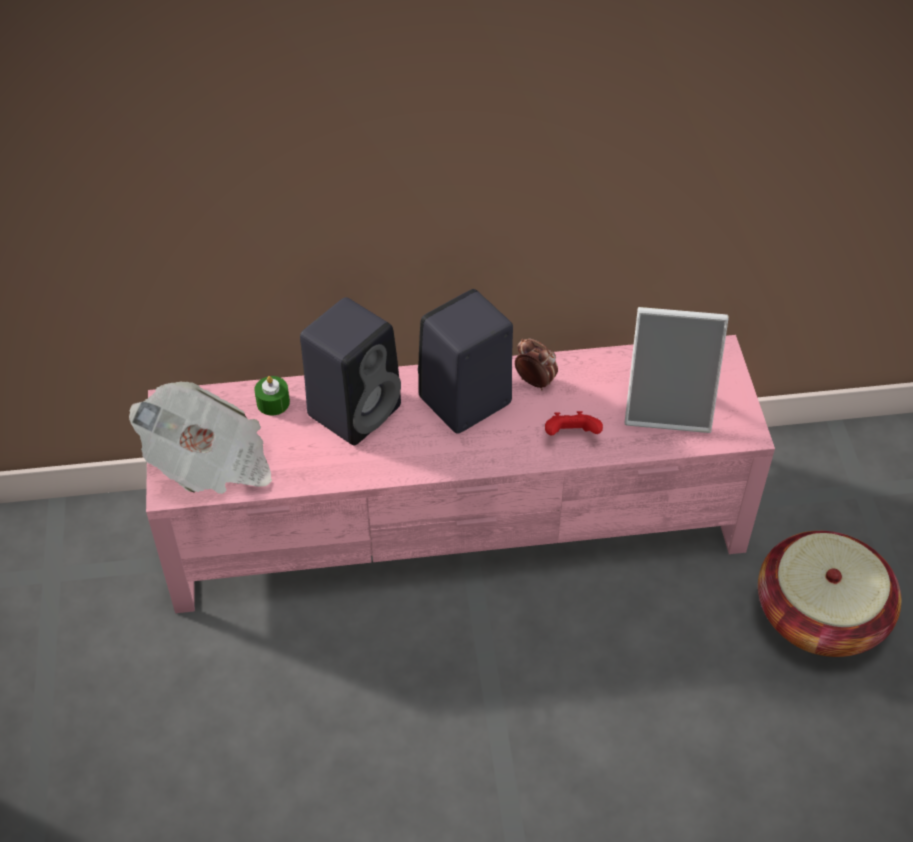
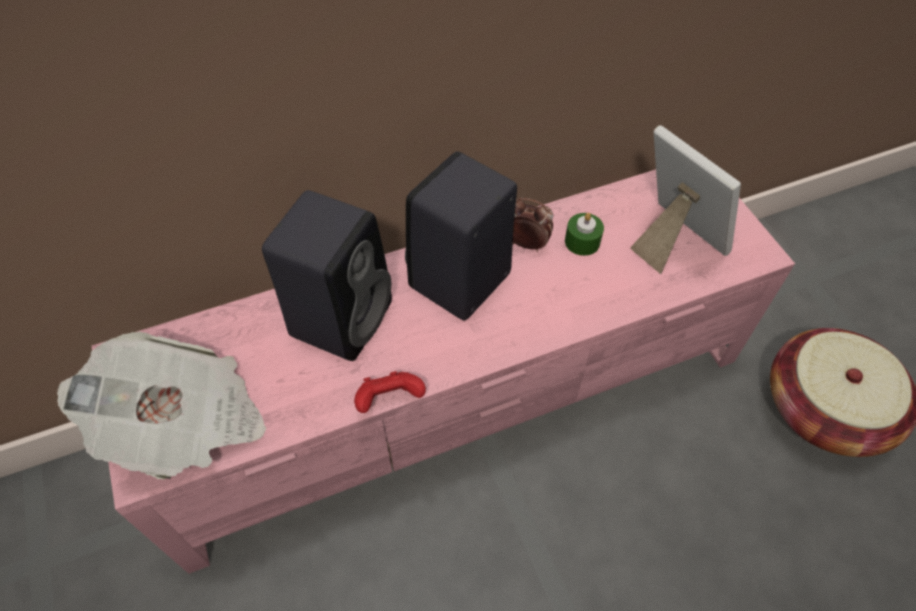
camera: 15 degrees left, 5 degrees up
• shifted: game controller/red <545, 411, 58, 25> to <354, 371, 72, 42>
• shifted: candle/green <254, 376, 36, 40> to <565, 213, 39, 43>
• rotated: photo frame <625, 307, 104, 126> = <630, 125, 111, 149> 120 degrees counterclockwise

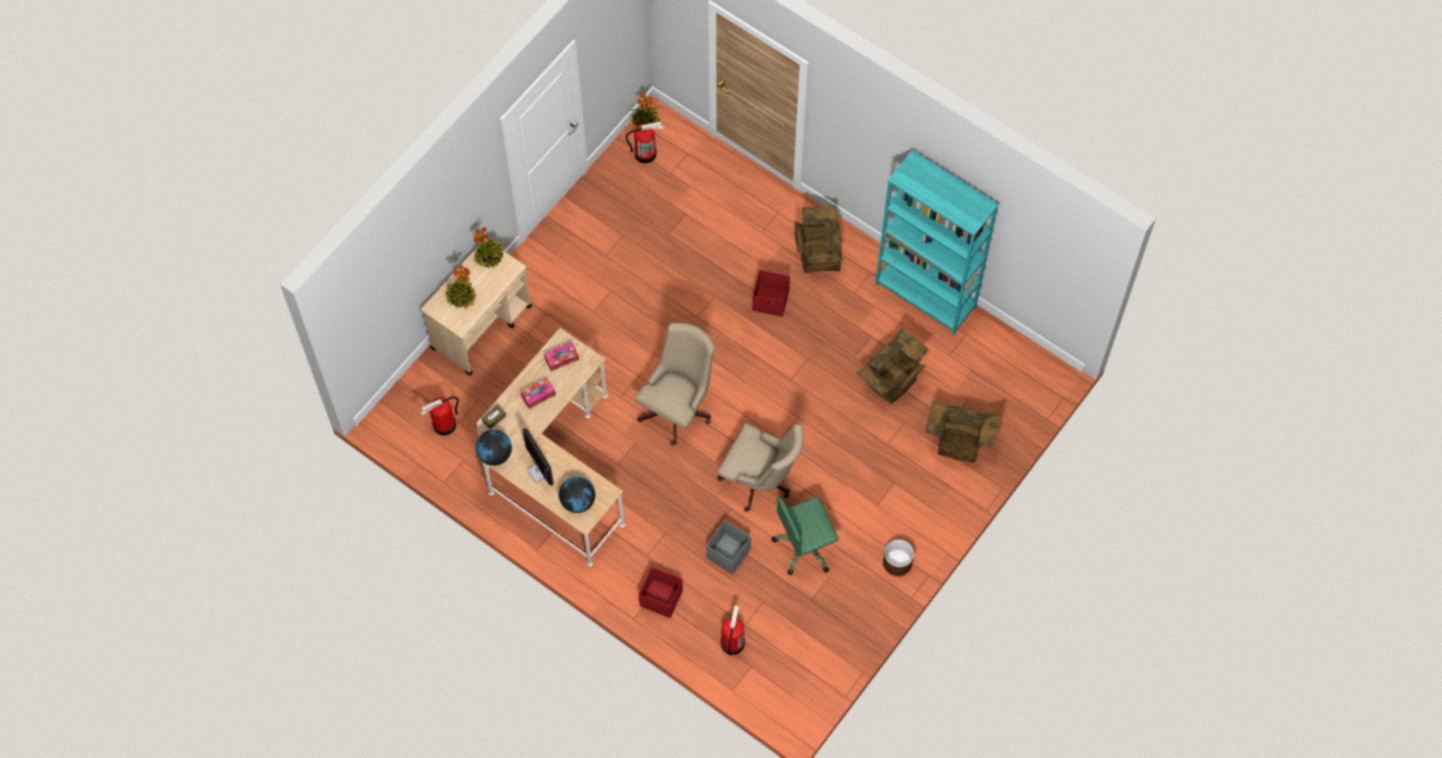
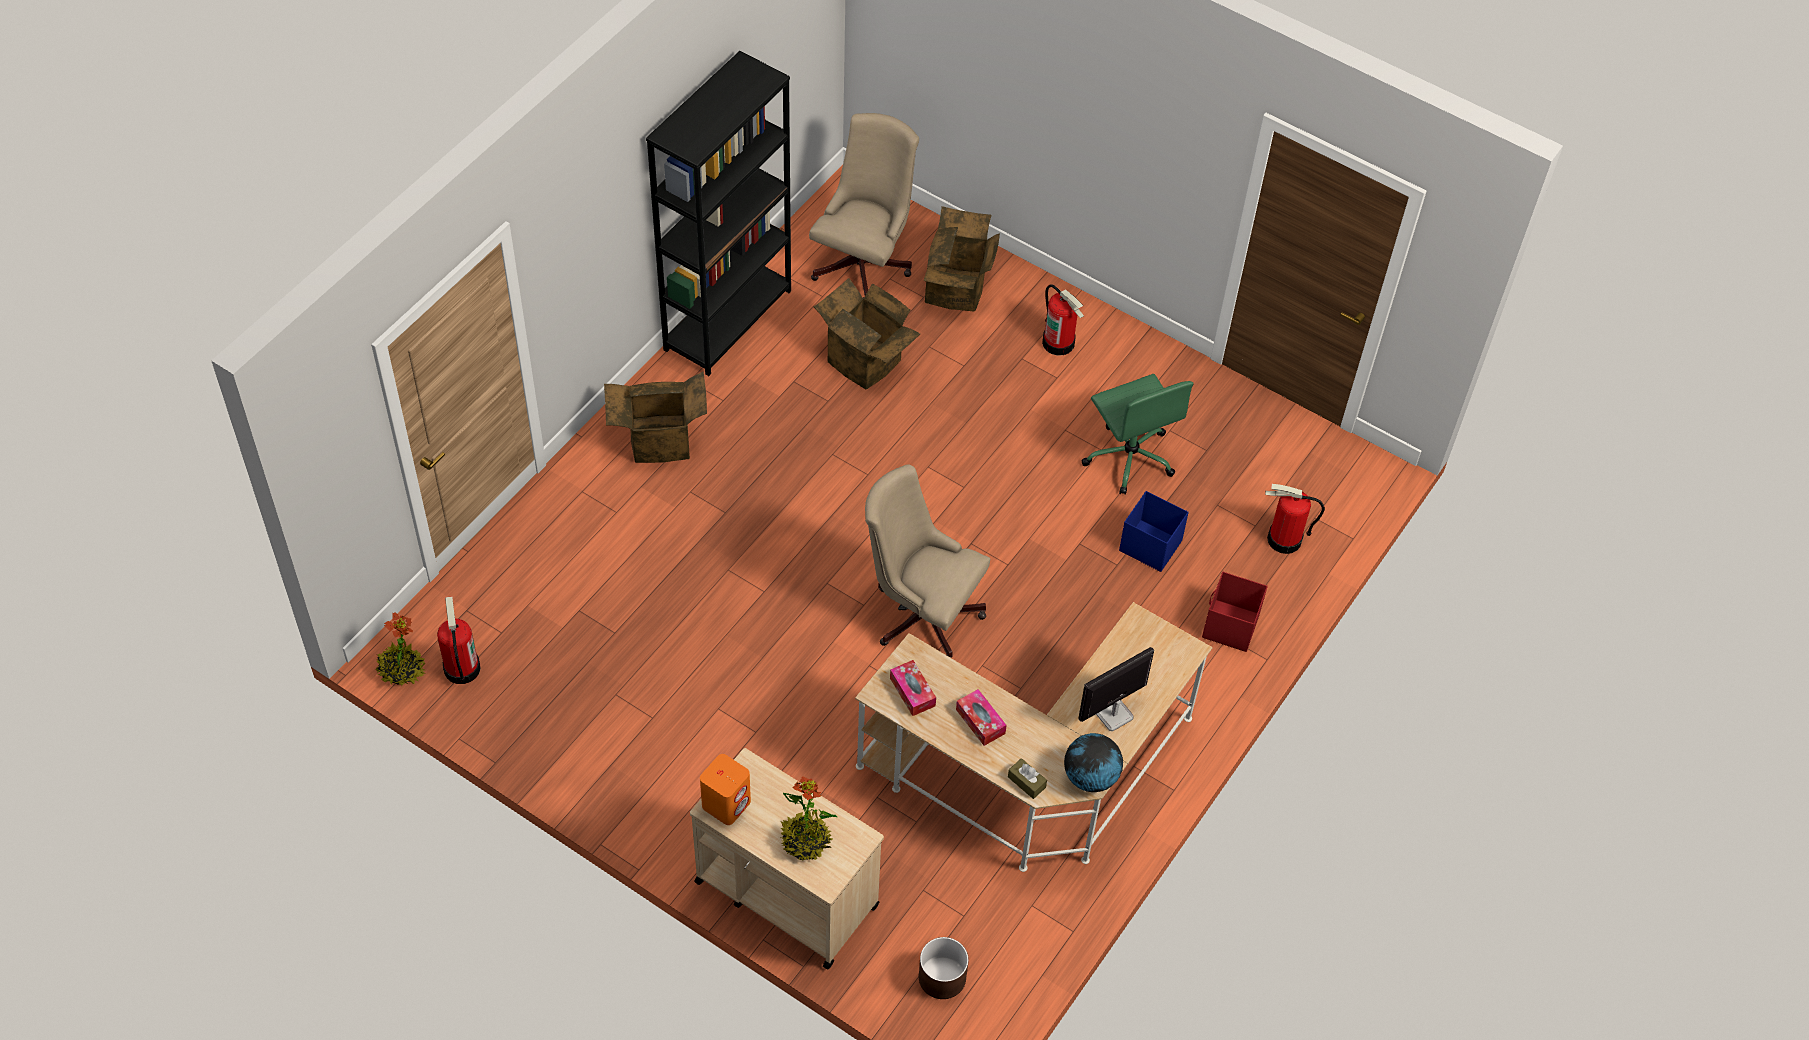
camera: 95 degrees left, 10 degrees down
• repainted: bookcase/turquoise-coloured <875, 150, 124, 185> to bookcase/black <646, 51, 145, 325>
• swapped: houseplant <473, 227, 31, 42> to audio speaker/orange-coloured <700, 754, 51, 71>
• shifted: computer chair/beige-coloured <717, 423, 87, 89> to <809, 113, 110, 186>
• shifted: planter/brown-coloured <883, 540, 31, 36> to <919, 937, 50, 62>
• shifted: fire-fighting cylinder <420, 396, 39, 39> to <1042, 284, 42, 72>
• repainted: storage bin/gray <706, 520, 45, 54> to storage bin/blue-coloured <1119, 491, 70, 81>
• gone: globe <559, 477, 36, 36>
• gone: storage bin/red <752, 270, 38, 47>

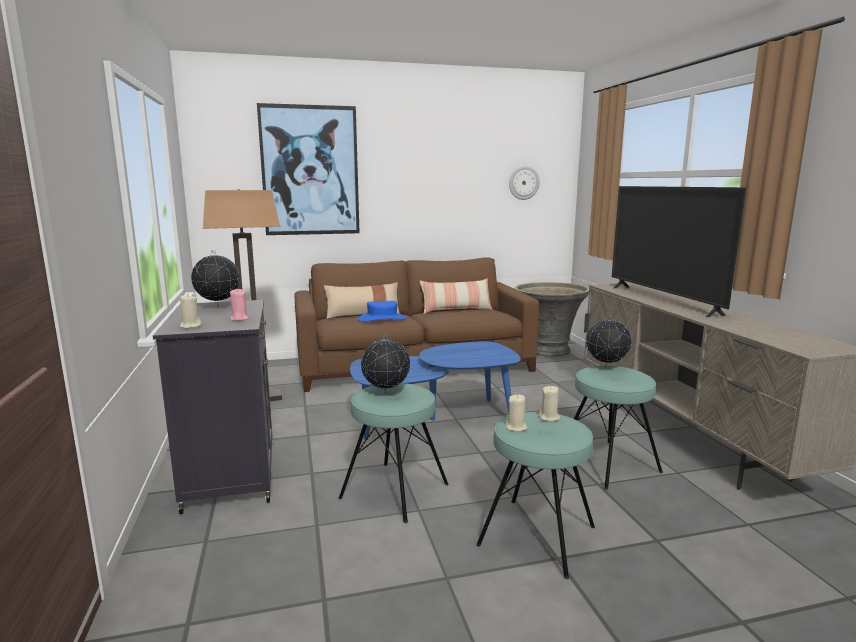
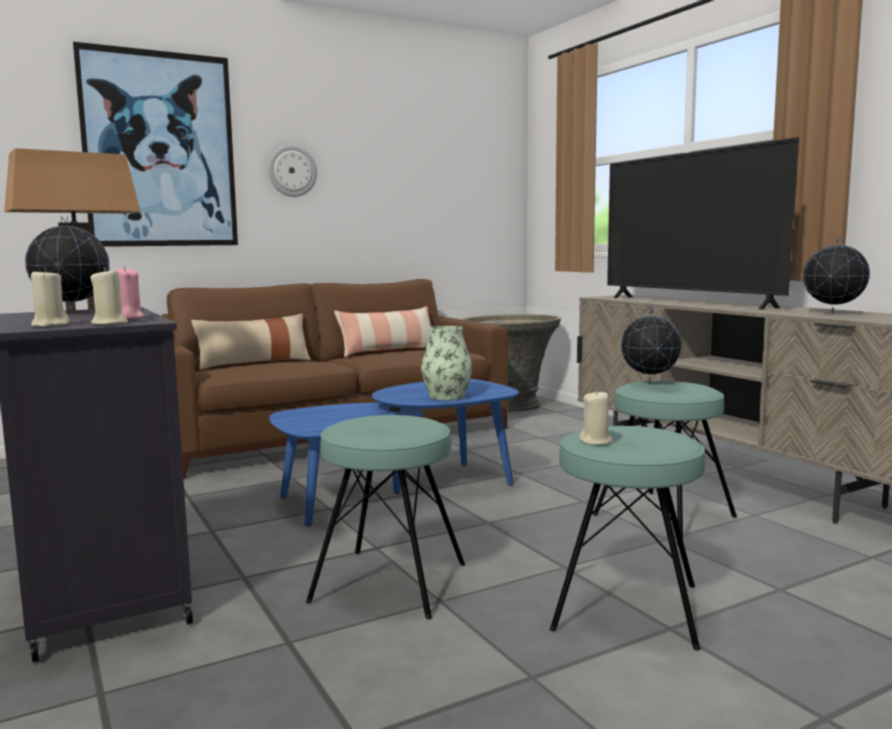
camera: 15 degrees left, 5 degrees down
• shifted: candle/beige-coloured <539, 386, 21, 35> to <90, 267, 38, 57>
• shifted: wall clock <509, 166, 31, 34> to <268, 145, 49, 52>
• new: flower vase <421, 326, 51, 74>
• shifted: globe <361, 334, 49, 60> to <803, 237, 67, 76>
• gone: hat/blue-coloured <358, 301, 48, 21>

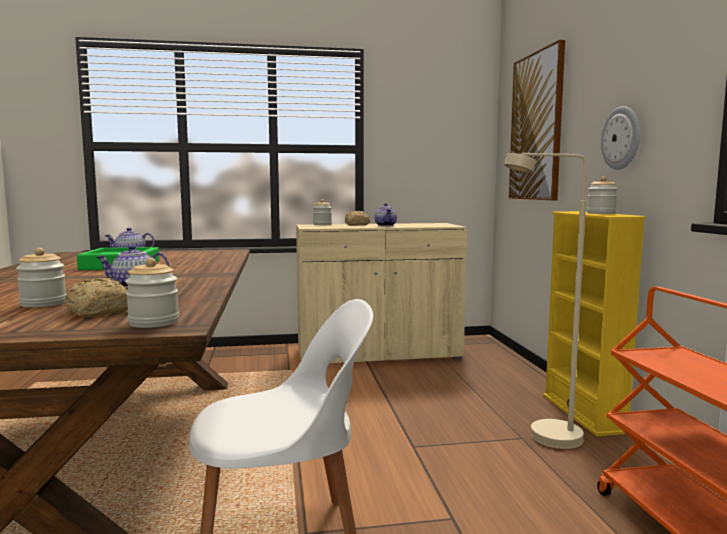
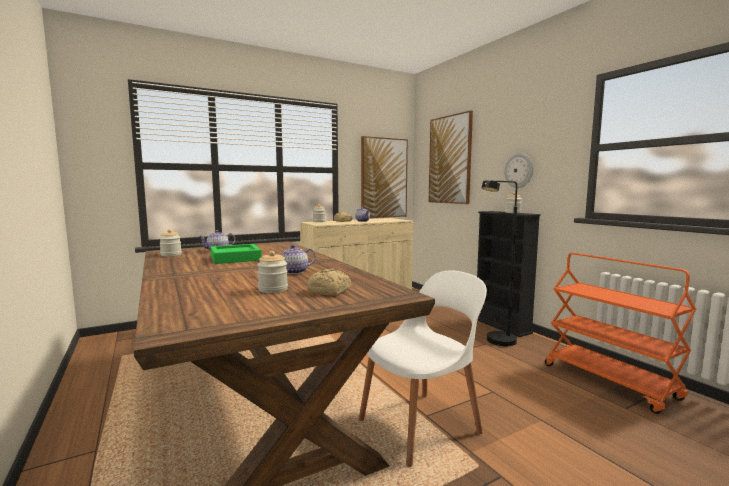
camera: 20 degrees left, 0 degrees up
• shifted: storage jar <125, 258, 54, 70> to <159, 229, 23, 27>
• new: wall picture <361, 136, 47, 82>
• repainted: bookcase/yellow-coloured <543, 211, 103, 226> to bookcase/black <477, 211, 64, 126>
• repainted: floor lamp/beige-coloured <504, 153, 82, 296> to floor lamp/black <482, 180, 35, 166>

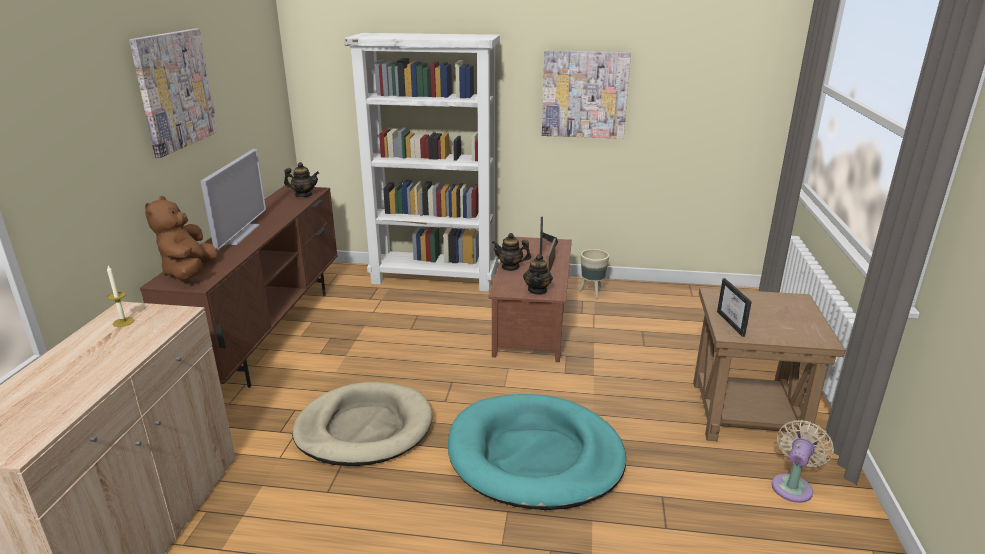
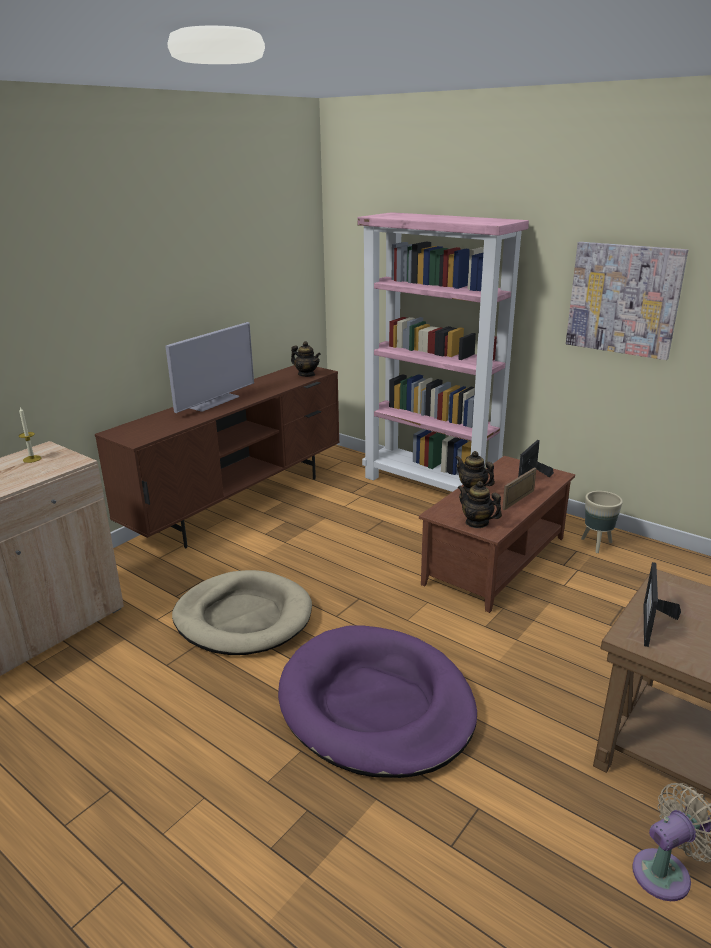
camera: 30 degrees right, 0 degrees up
• repainted: dog cushion/turquoise-coloured <448, 394, 178, 116> to dog cushion/purple-coloured <278, 625, 199, 153>
• repainted: bookcase/white <344, 33, 156, 259> to bookcase/pinkish <357, 212, 172, 280>
• rotated: tea pot <523, 254, 30, 41> = <458, 481, 44, 47> 90 degrees clockwise
• gone: wall picture <129, 29, 89, 129>
• gone: plush toy/brown-coloured <145, 196, 73, 84>

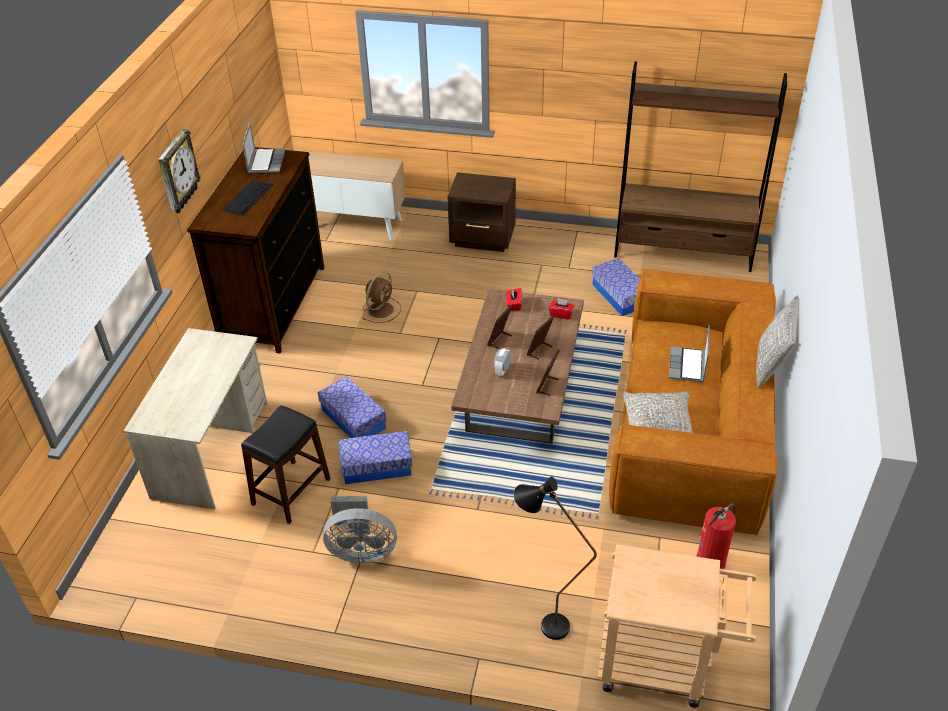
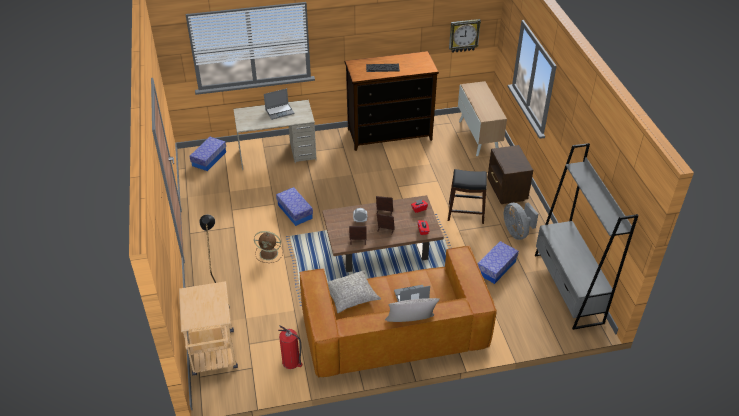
camera: 65 degrees right, 0 degrees up
• shifted: storage bin <318, 376, 68, 62> to <189, 137, 37, 34>
• shifted: electric fan/brown-coloured <363, 271, 38, 52> to <254, 231, 29, 32>
• shifted: notebook computer <243, 122, 42, 51> to <264, 88, 30, 32>
• shifted: sitting stool/black <241, 405, 90, 119> to <448, 169, 39, 55>
• shifted: wall clock <158, 129, 43, 84> to <449, 19, 32, 34>
• shifted: electric fan/gray <323, 496, 74, 67> to <504, 202, 34, 38>
• repainted: bookcase/brown-coloured <614, 62, 173, 210> to bookcase/gray <535, 143, 104, 187>

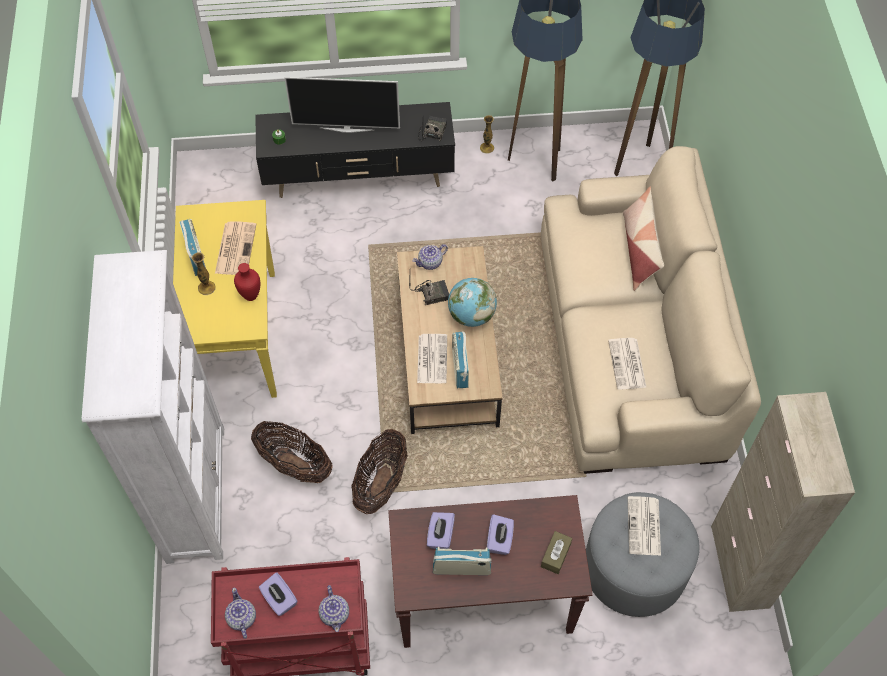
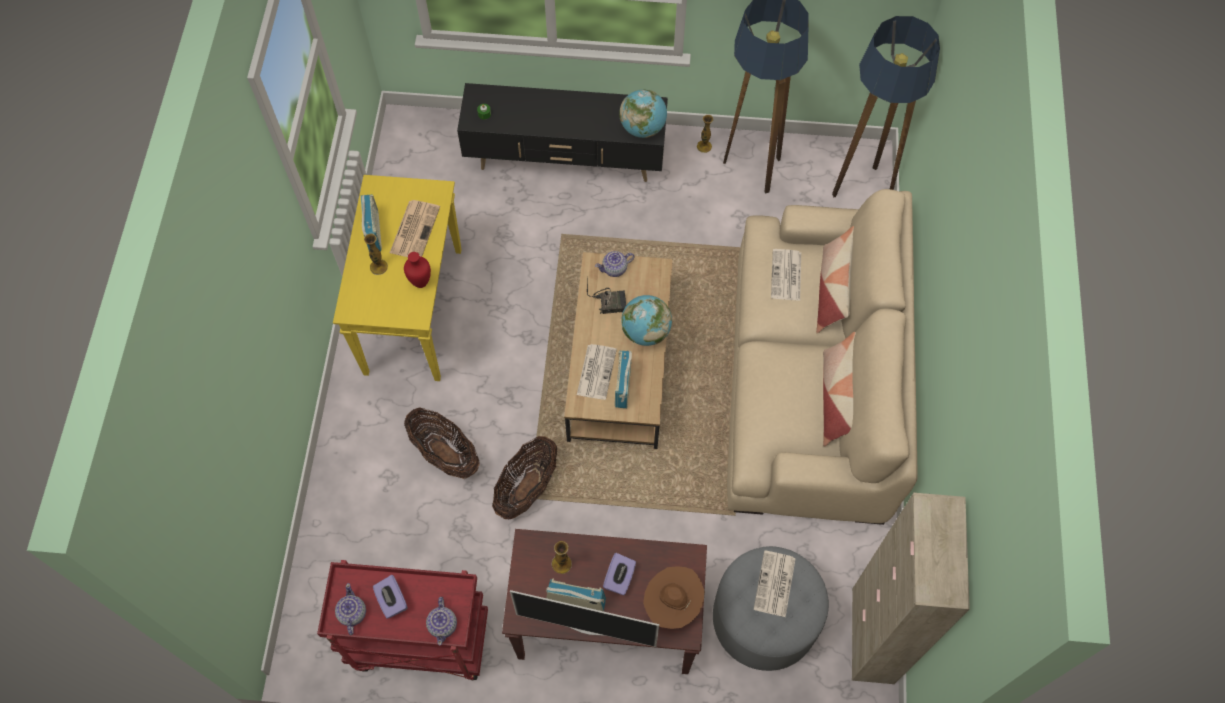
camera: 10 degrees right, 5 degrees up
• shifted: TV <284, 77, 116, 56> to <510, 590, 149, 57>
• swapped: tissue holder/purple-coloured <427, 512, 28, 37> to flower vase <551, 541, 21, 33>
• swapped: radio receiver <418, 116, 29, 25> to globe <619, 89, 48, 49>
• swapped: tissue holder/brown-coloured <541, 531, 31, 43> to hat/brown-coloured <643, 566, 62, 63>
• shifted: daily paper <608, 338, 39, 51> to <771, 249, 30, 52>
• new: cushion <823, 332, 33, 115>
• gone: bookcase/white <82, 250, 142, 314>

